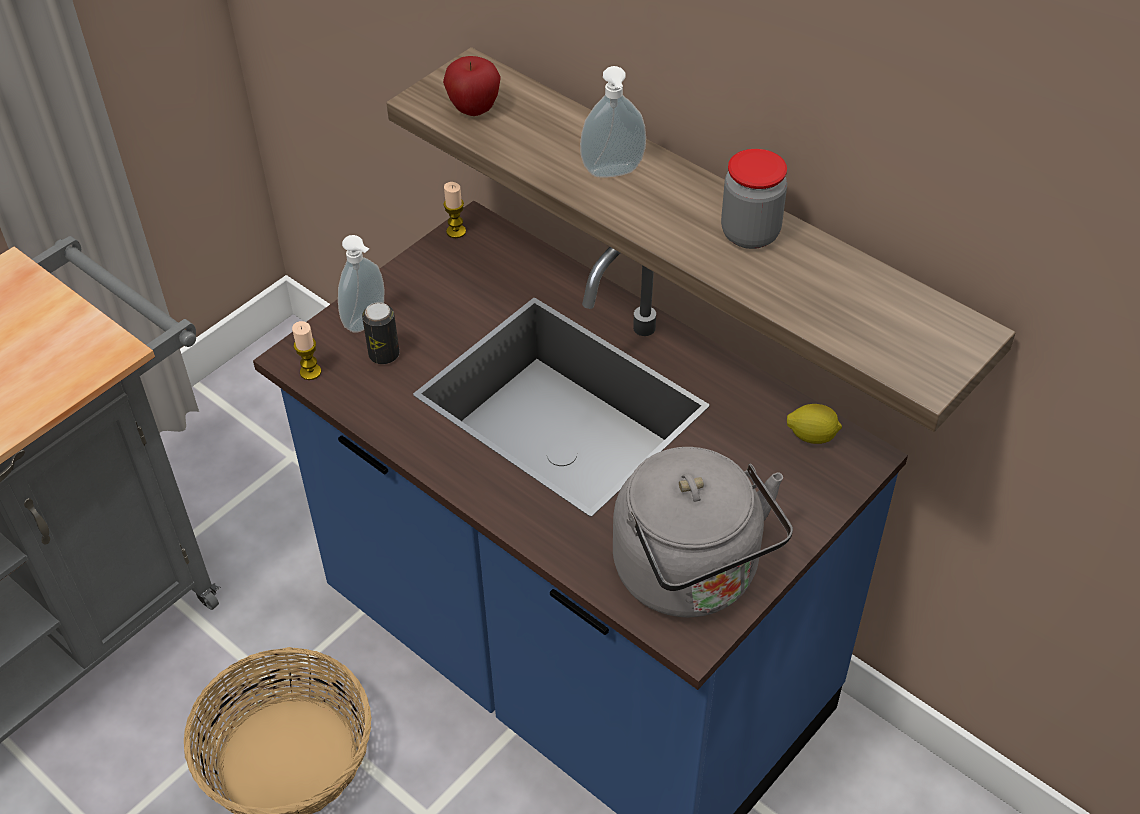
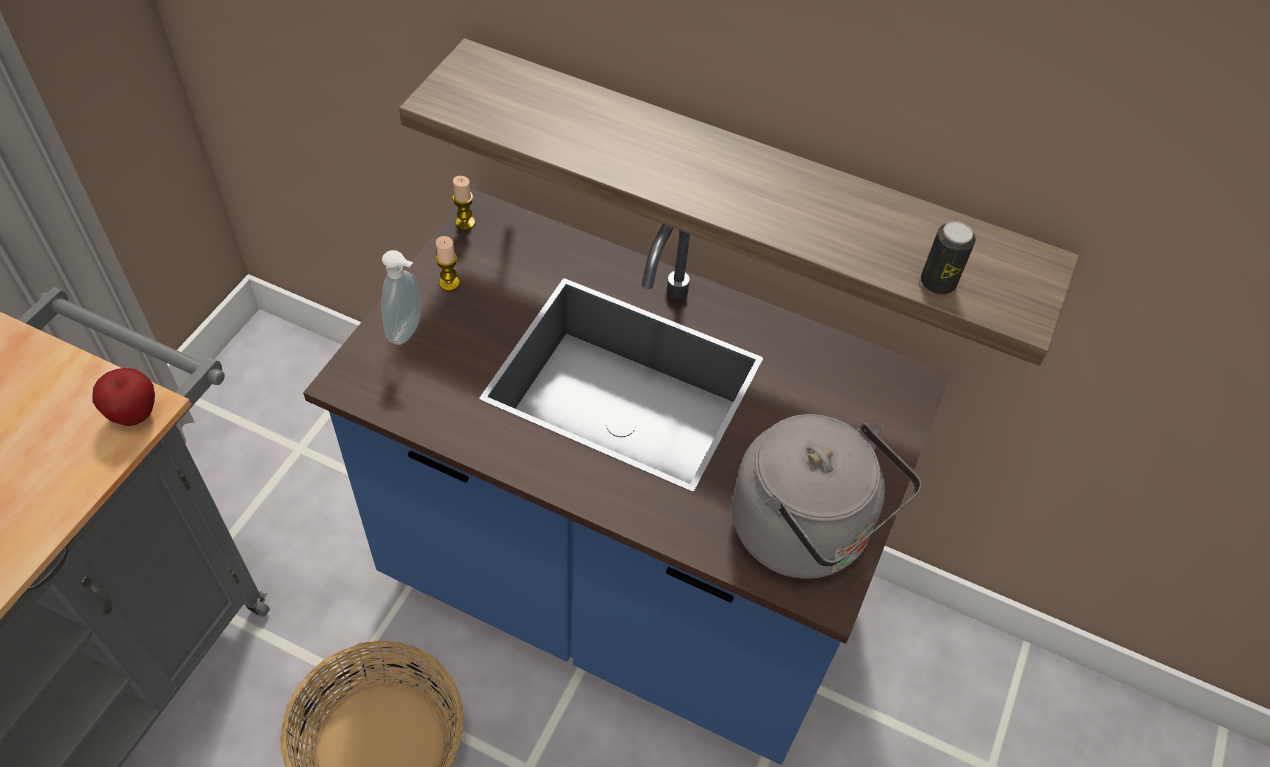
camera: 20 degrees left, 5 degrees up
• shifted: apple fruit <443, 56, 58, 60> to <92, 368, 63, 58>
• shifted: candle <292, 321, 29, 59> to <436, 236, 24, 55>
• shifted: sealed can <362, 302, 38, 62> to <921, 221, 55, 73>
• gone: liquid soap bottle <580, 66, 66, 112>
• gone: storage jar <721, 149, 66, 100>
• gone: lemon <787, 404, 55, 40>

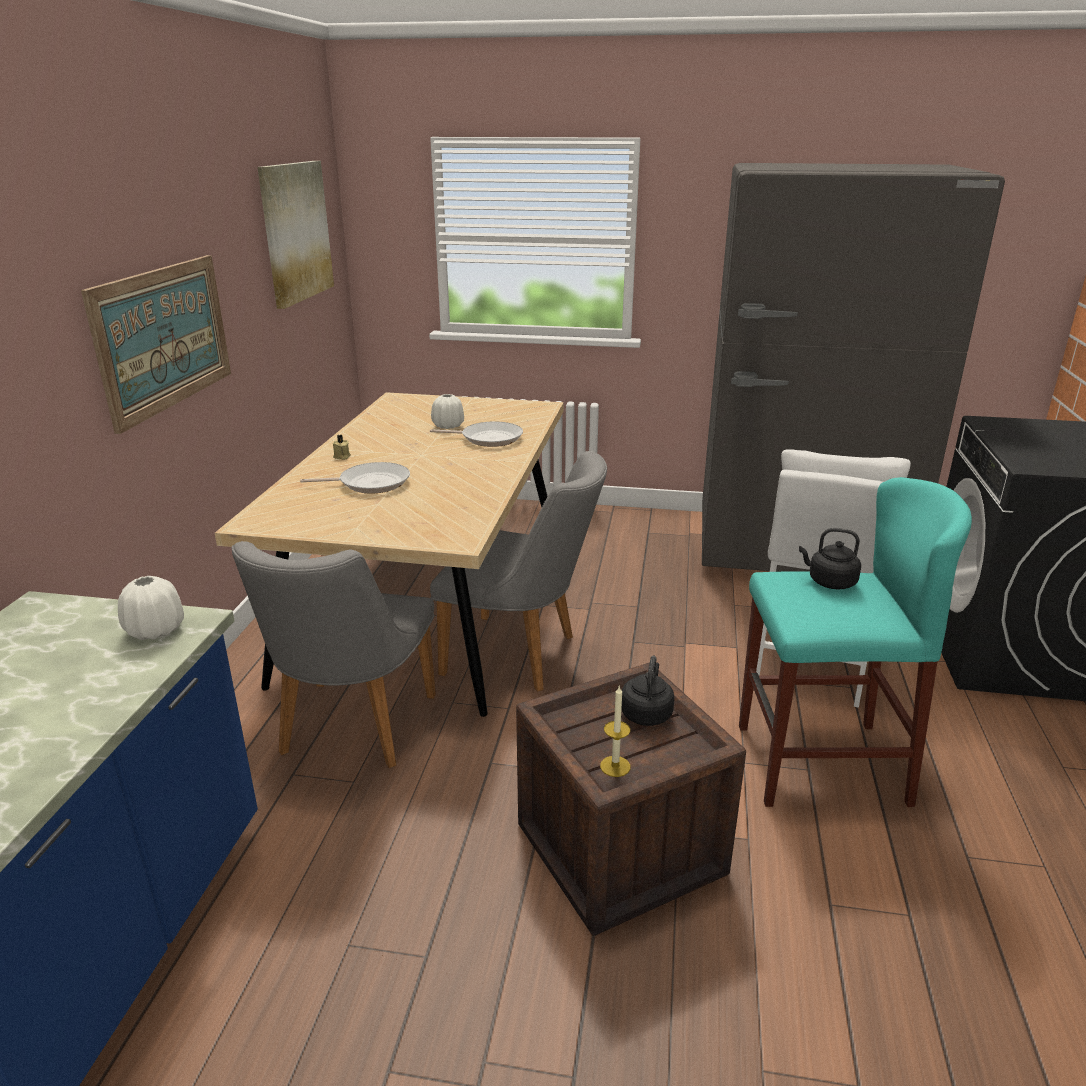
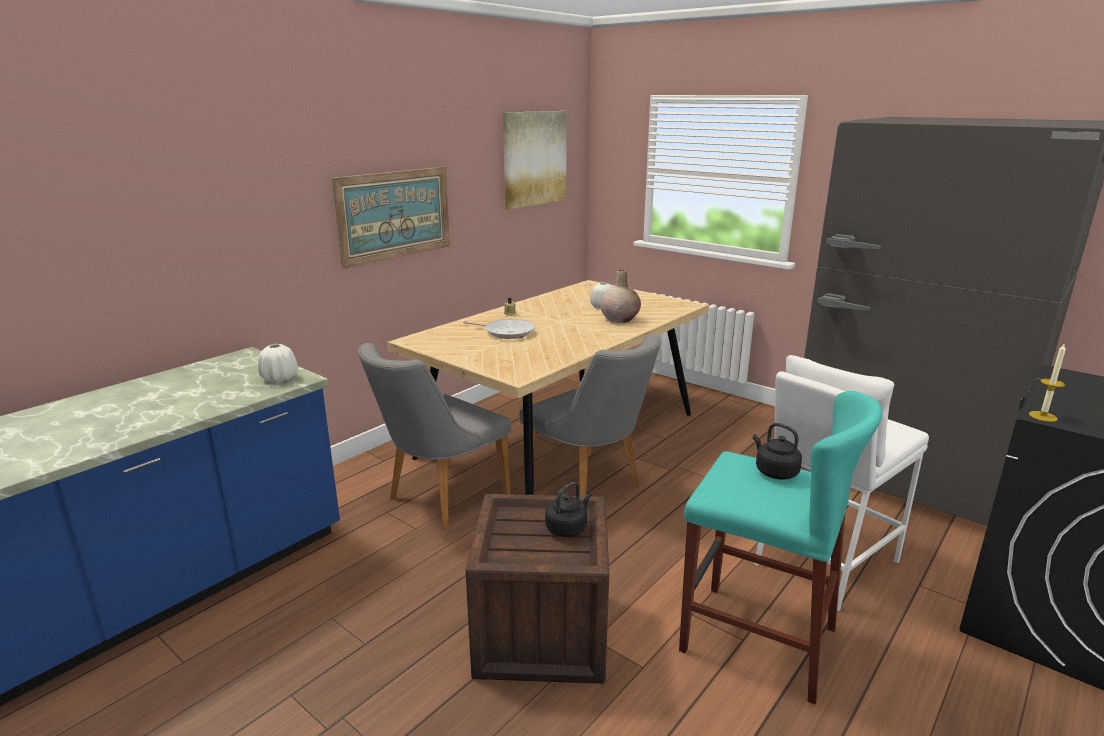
camera: 30 degrees right, 5 degrees down
• swapped: skillet <430, 421, 93, 26> to flower vase/beige-coloured <600, 270, 41, 53>
• shifted: candle <600, 686, 30, 91> to <1029, 344, 37, 78>

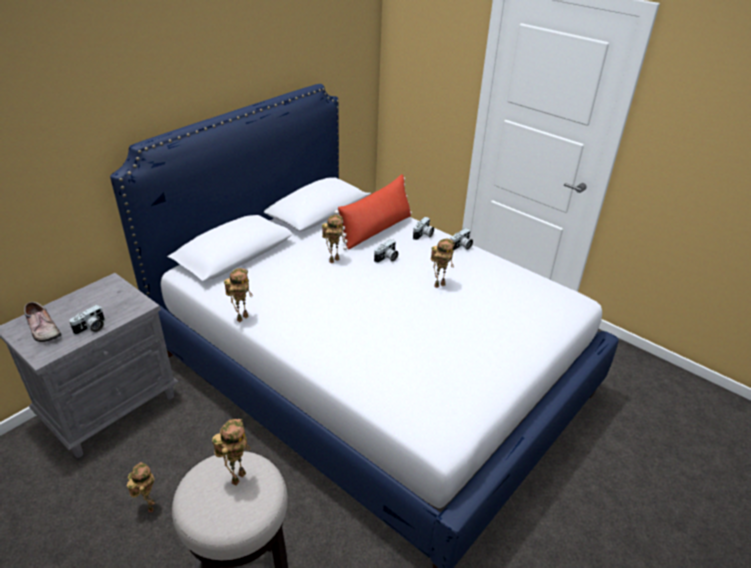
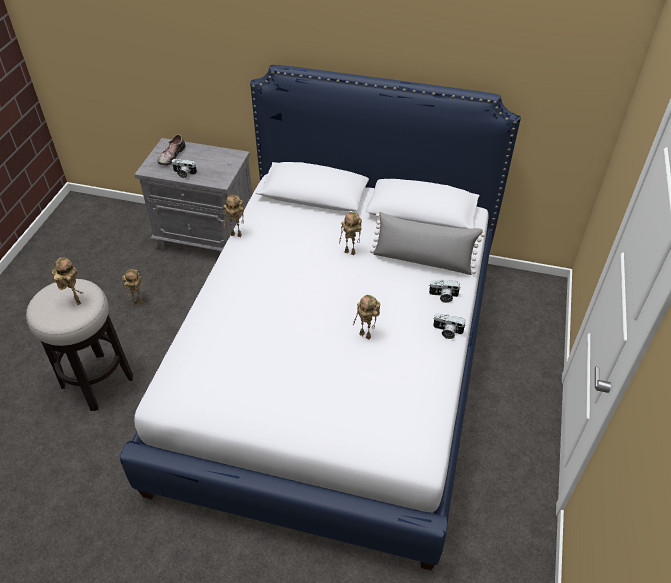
camera: 65 degrees right, 10 degrees up
• rotated: model robot <212, 419, 39, 66> = <52, 257, 32, 48> 120 degrees counterclockwise
• repainted: cushion/red <334, 174, 78, 76> to cushion/gray <370, 212, 115, 63>
• gone: photo camera <374, 239, 24, 24>

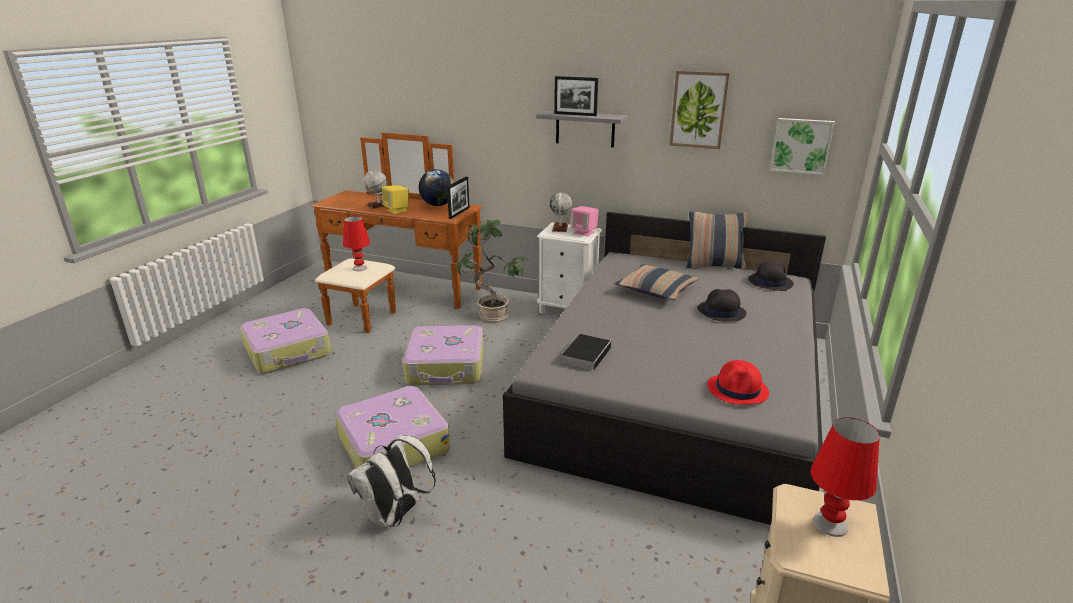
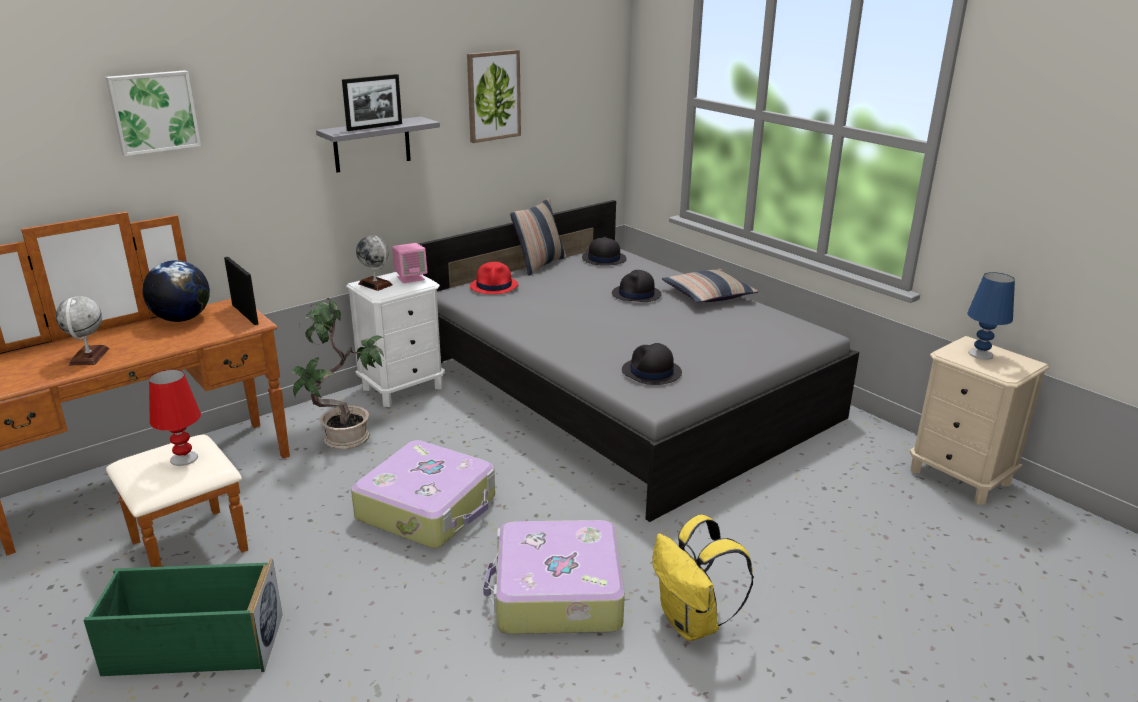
camera: 60 degrees left, 0 degrees up
• swapped: travel case <240, 308, 91, 66> to storage bin/green <83, 558, 200, 118>
• shifted: wall picture <770, 118, 65, 57> to <106, 70, 95, 86>
• shifted: hat/red <707, 360, 62, 44> to <470, 262, 49, 32>
• swapped: book <562, 334, 49, 37> to hat/black <622, 343, 60, 42>
• repainted: rucksack/white <347, 434, 89, 95> to rucksack/yellow-coloured <652, 515, 102, 126>
• shifted: cushion <615, 264, 84, 36> to <662, 269, 96, 34>
• repainted: table lamp/red <811, 417, 69, 120> to table lamp/blue-coloured <967, 272, 48, 88>
• gone: audio speaker/yellow-coloured <382, 185, 27, 29>

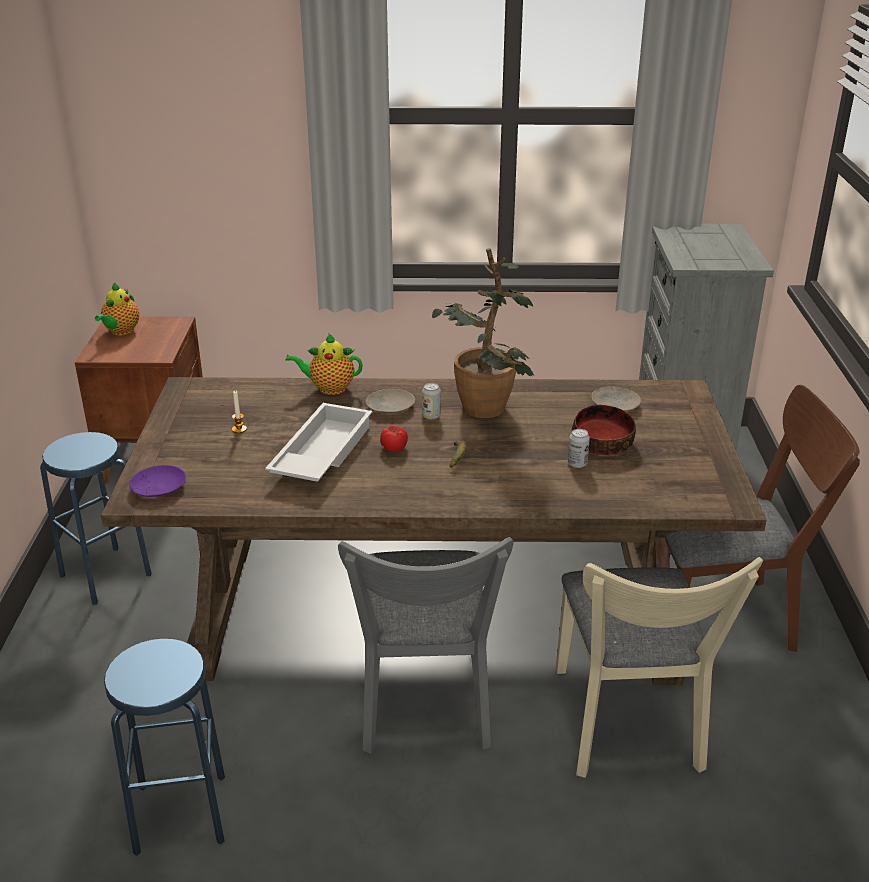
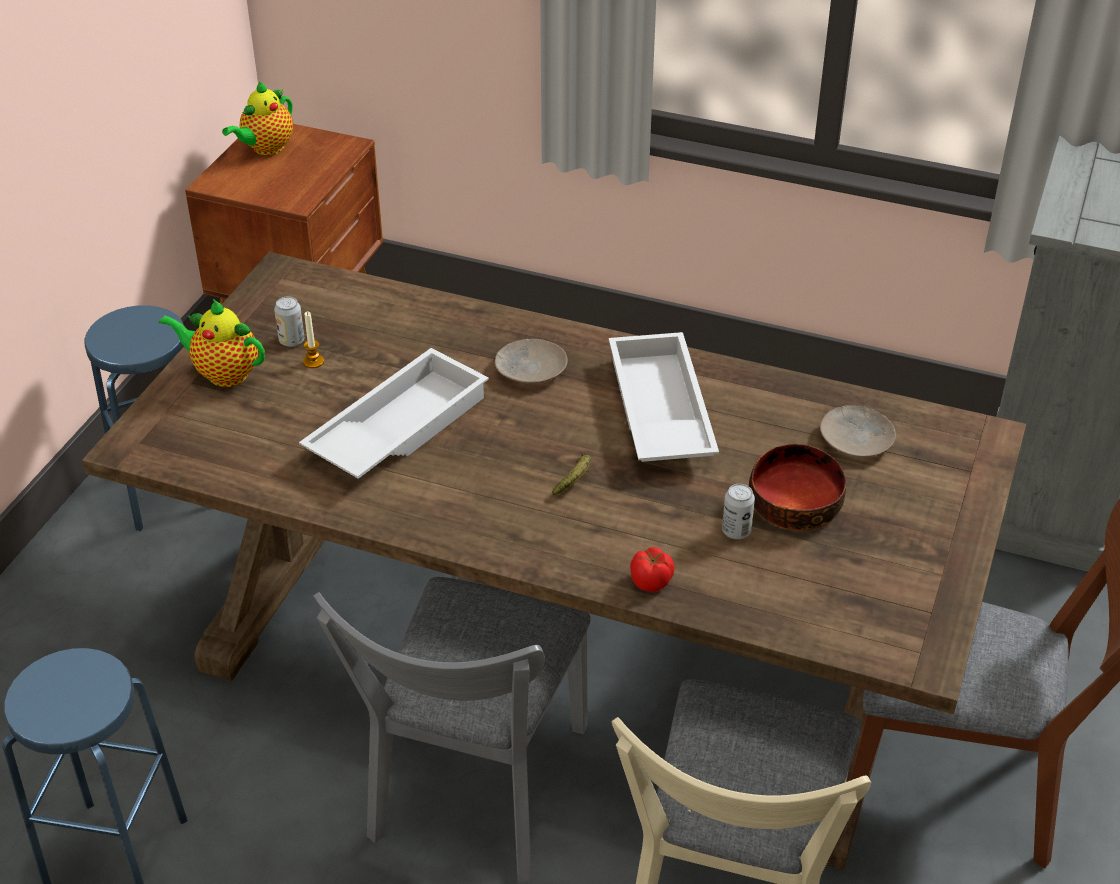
camera: 20 degrees right, 10 degrees up
• shifted: tea pot <286, 333, 77, 62> to <159, 299, 106, 88>
• shifted: sealed can <422, 383, 19, 37> to <274, 296, 30, 51>
• swapped: houseplant <432, 248, 102, 170> to carrying tray/white <609, 332, 110, 130>
• shifted: tomato <380, 425, 28, 27> to <630, 547, 45, 45>
• gone: dinner plate/purple-coloured <129, 465, 57, 32>

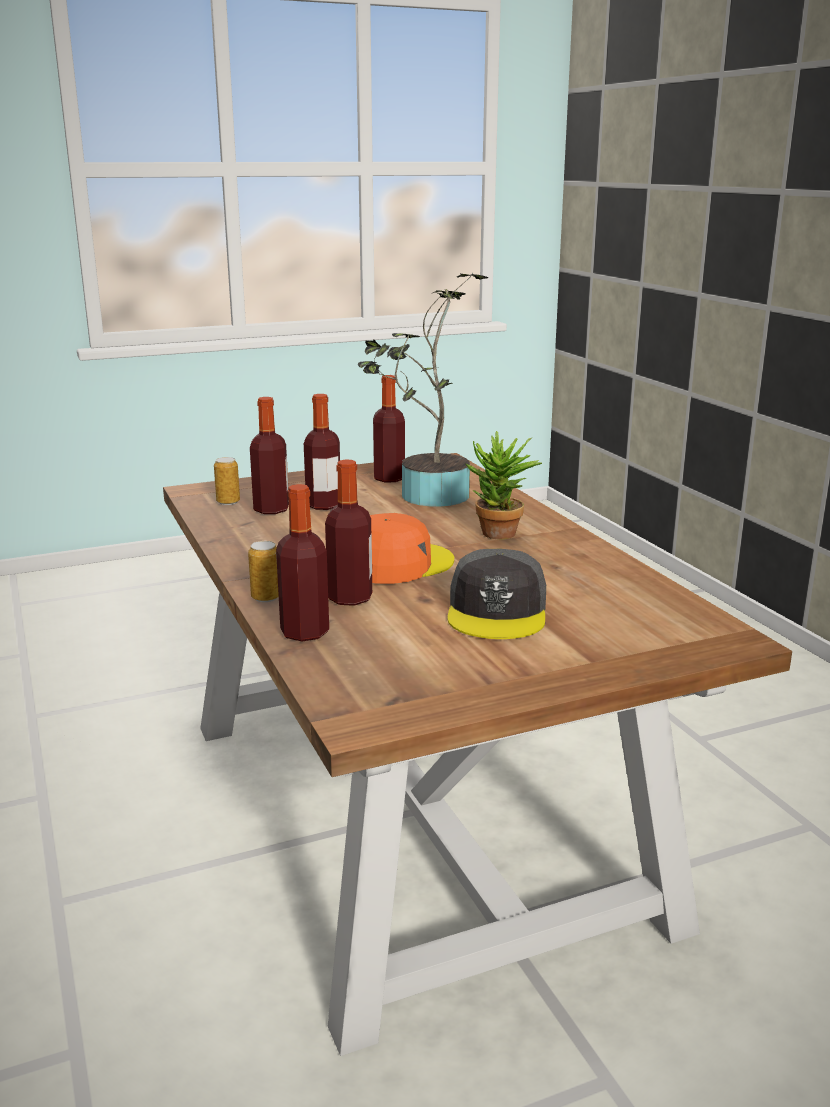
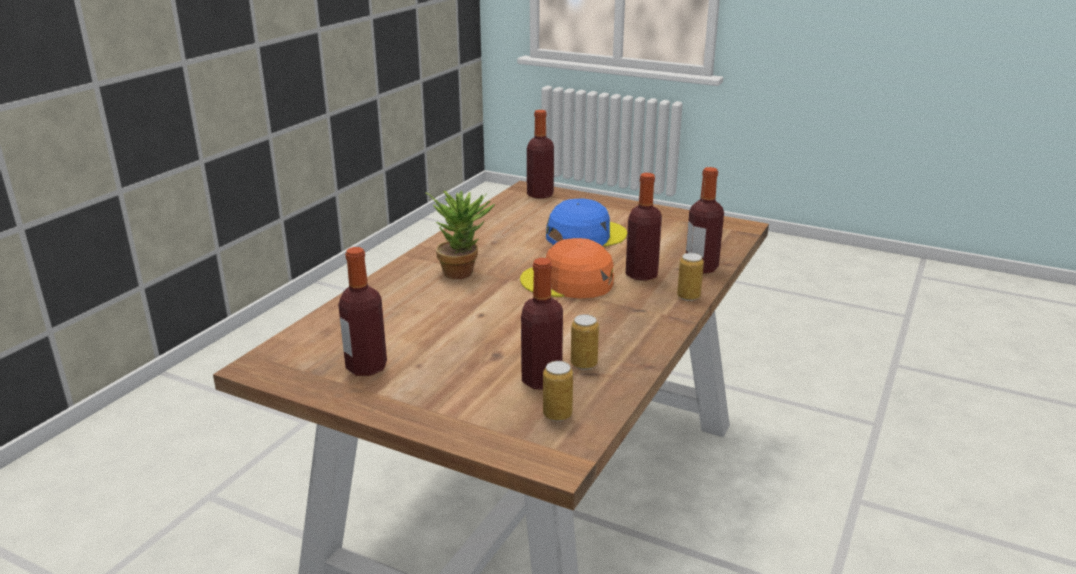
camera: 130 degrees left, 5 degrees up
• shifted: bottle <304, 394, 36, 116> to <527, 110, 27, 89>
• repainted: baseball cap/gray <447, 549, 99, 90> to baseball cap/blue-coloured <546, 199, 81, 48>
• new: sealed can <571, 314, 28, 56>
• gone: houseplant <358, 273, 130, 234>

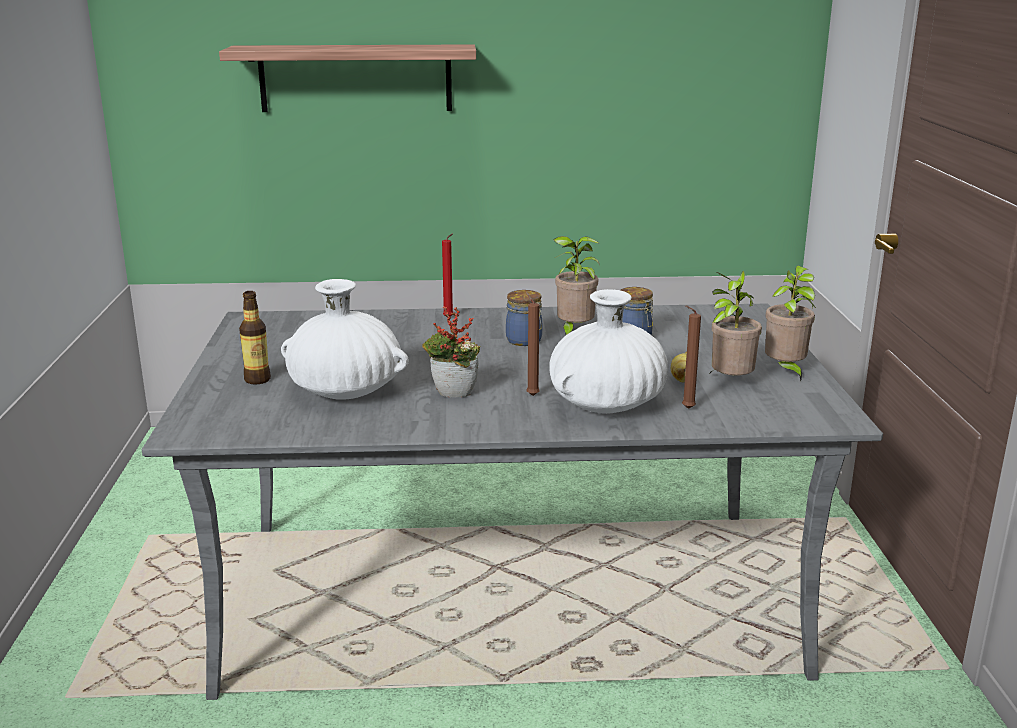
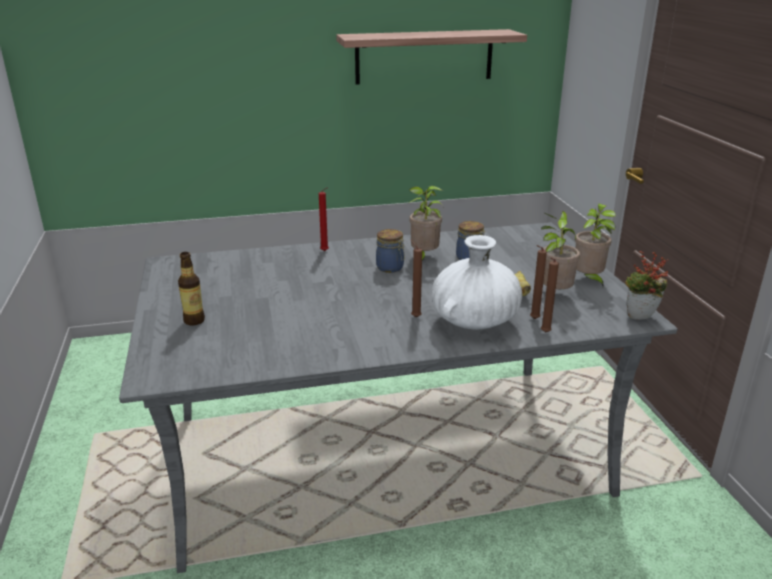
camera: 10 degrees left, 5 degrees up
• shifted: shelf <219, 44, 257, 68> to <336, 29, 191, 56>
• new: candle/brown-coloured <541, 257, 18, 76>
• shifted: houseplant <422, 306, 58, 92> to <625, 251, 43, 69>
• gone: flower vase/white <281, 279, 128, 121>

